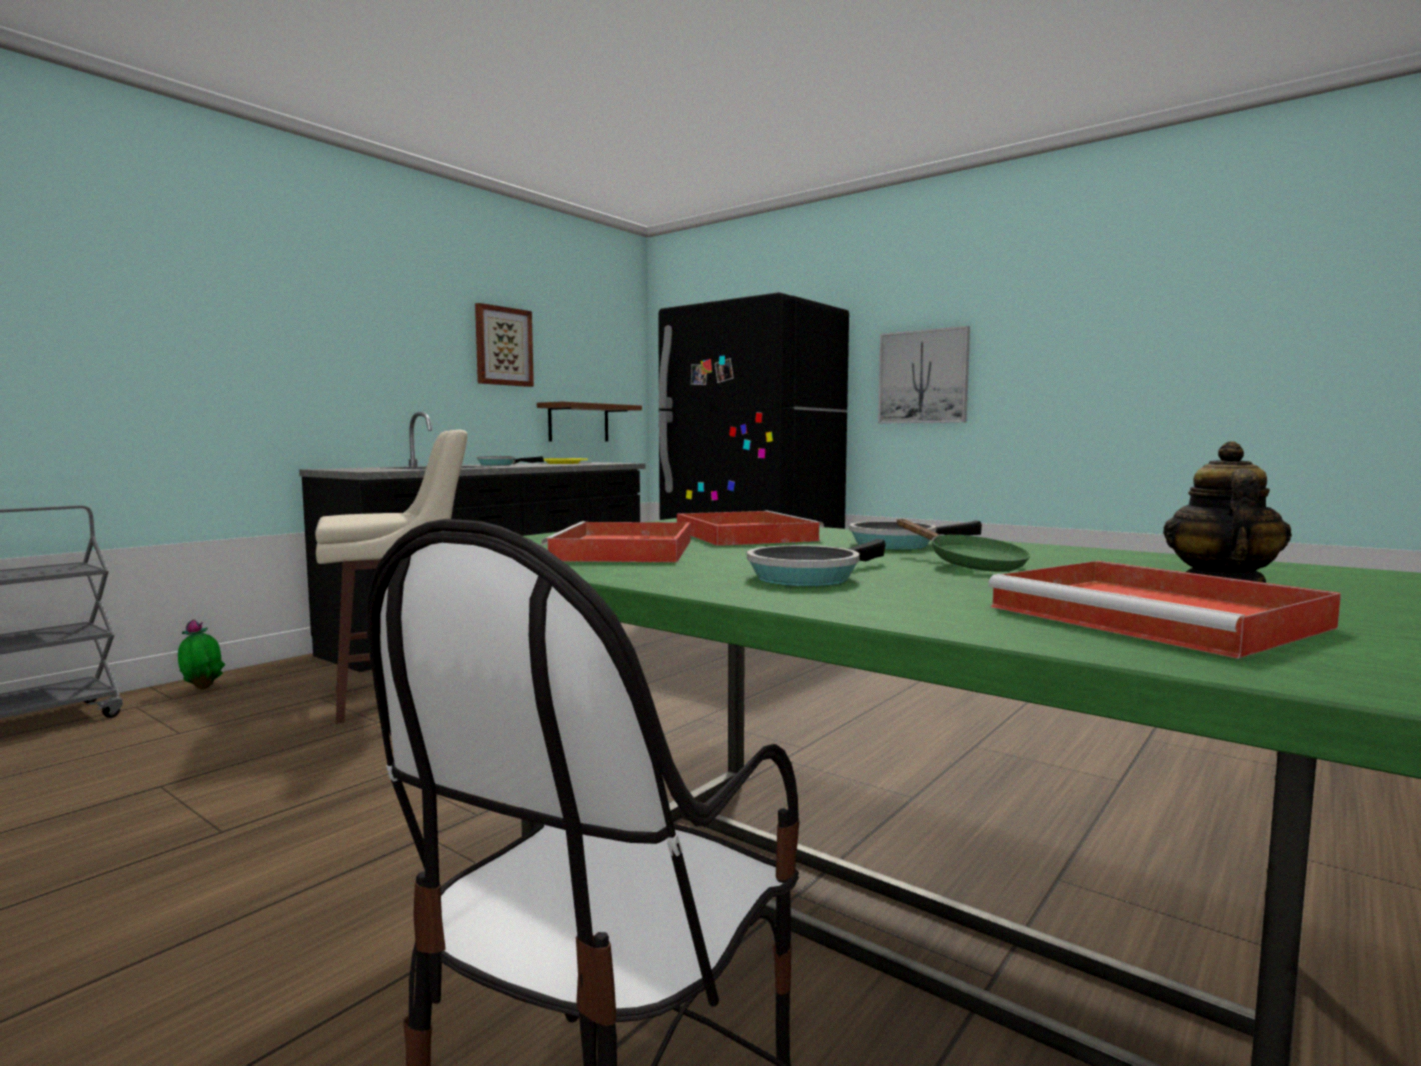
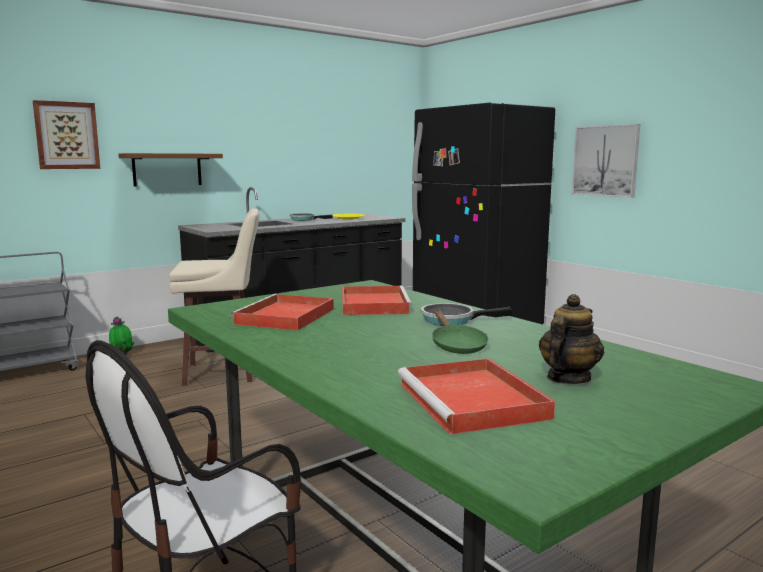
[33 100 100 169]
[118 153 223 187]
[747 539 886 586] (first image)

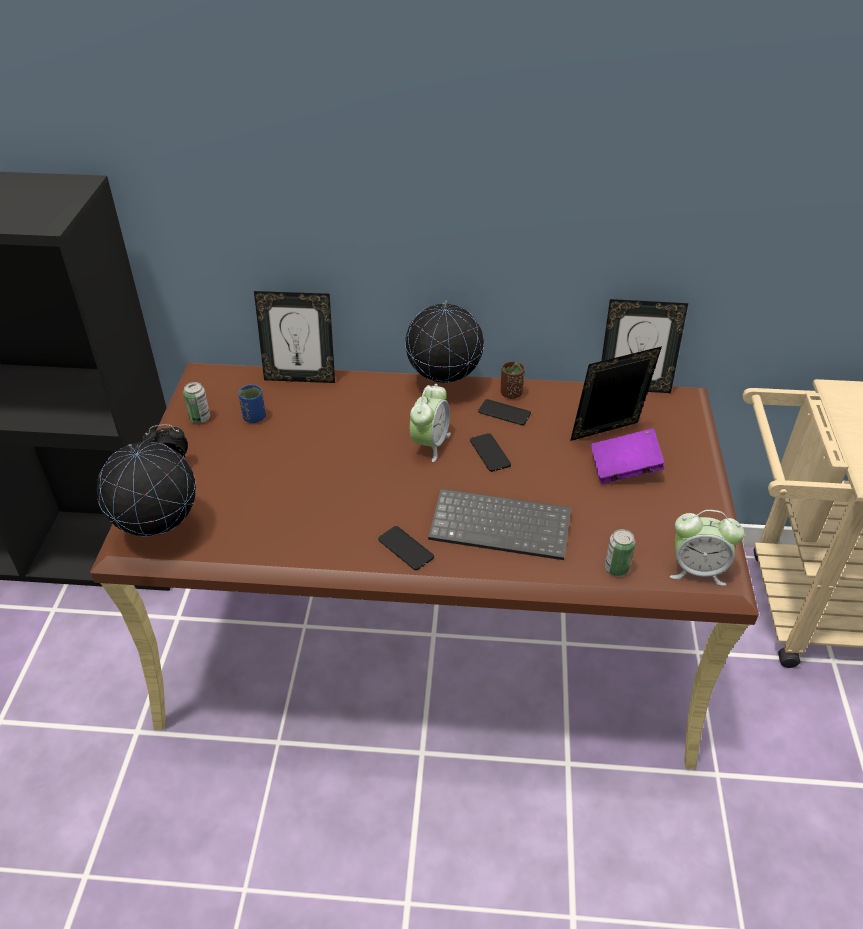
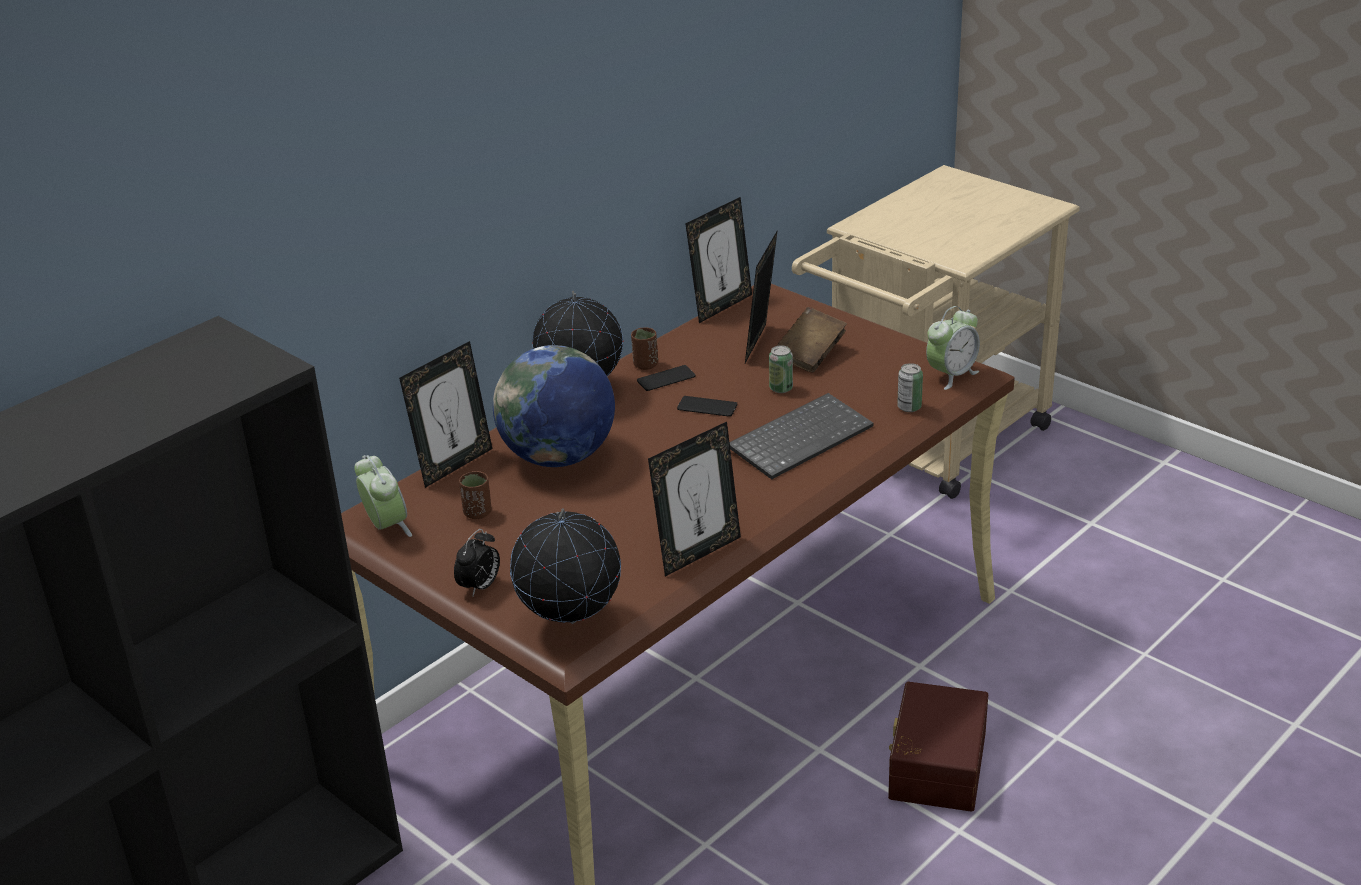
[769 345 793 393]
[459 471 492 519]
[378 526 434 570] (first image)
[354 455 412 537]
[777 307 847 373]
[493 345 615 467]
[648 422 741 576]
[888 682 988 812]

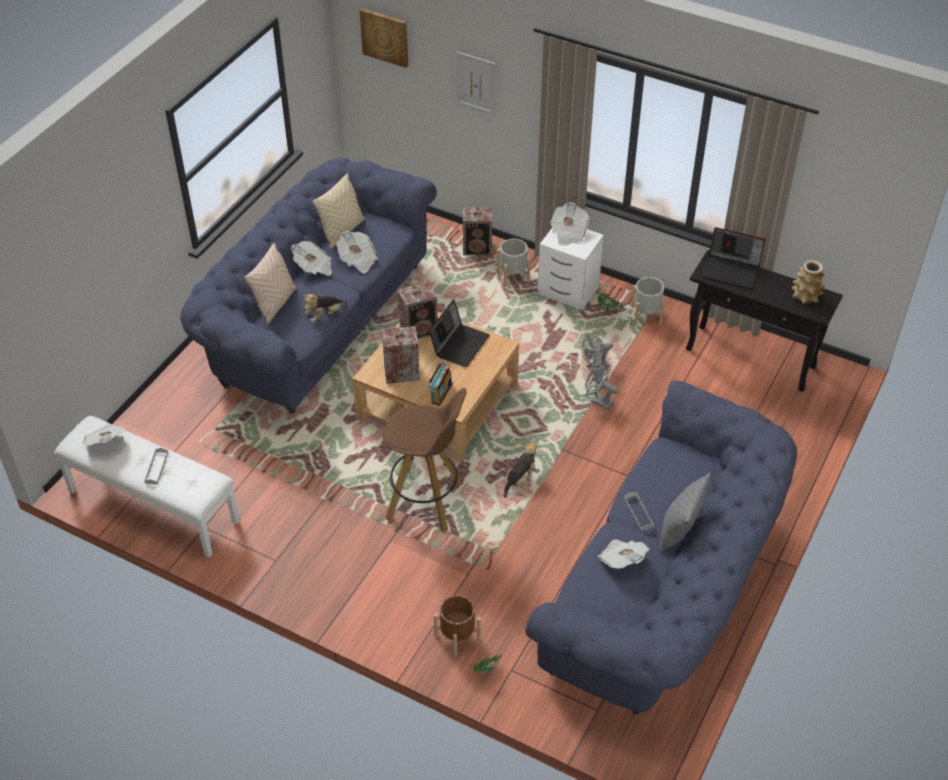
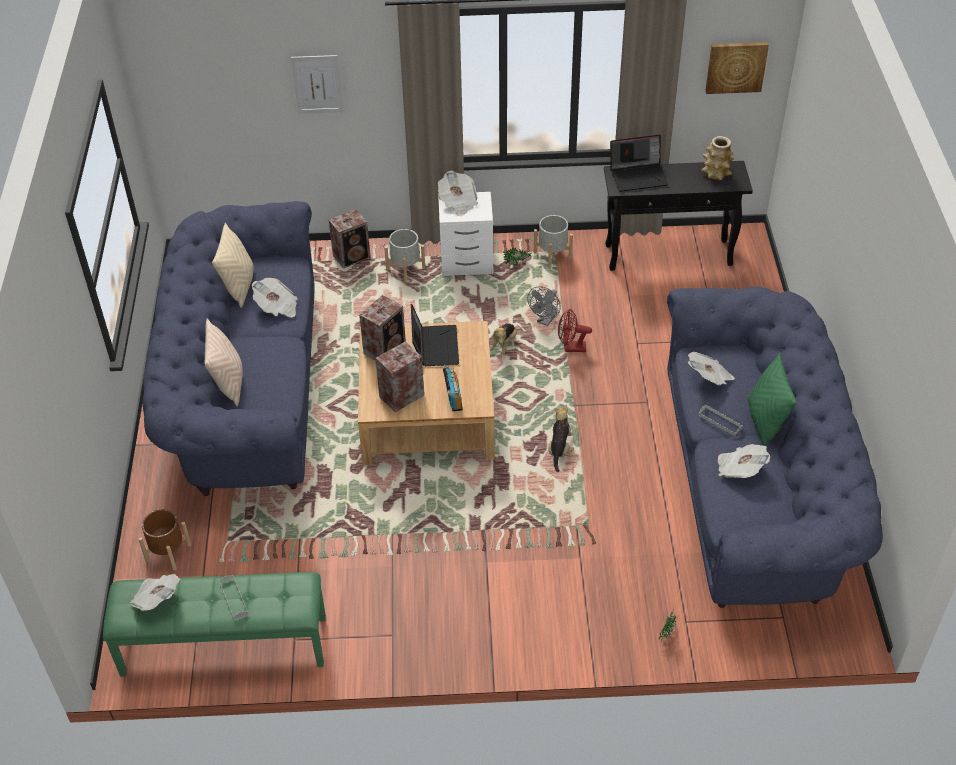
[103 572 326 676]
[688 352 735 385]
[489 323 517 355]
[705 42 769 94]
[383 388 467 532] (first image)
[138 509 191 571]
[558 309 592 352]
[748 353 797 446]

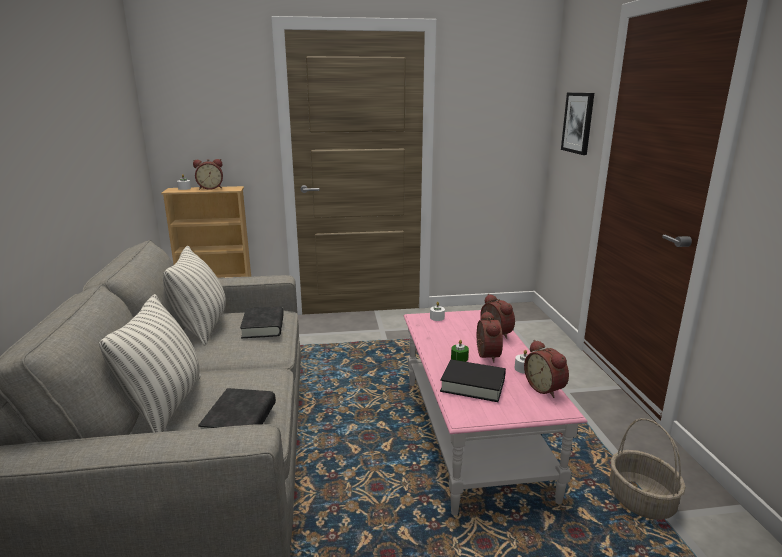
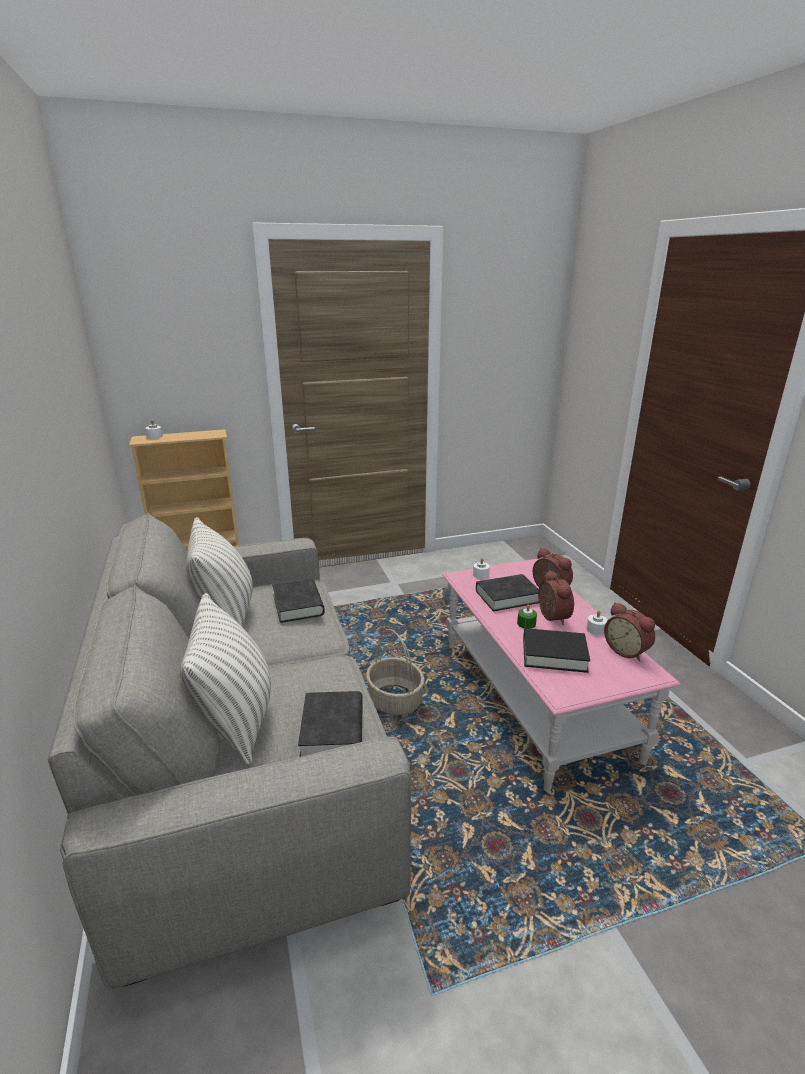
[193 159 223 190] (first image)
[561 93 594 155] (first image)
[366 629 425 715]
[476 574 539 611]

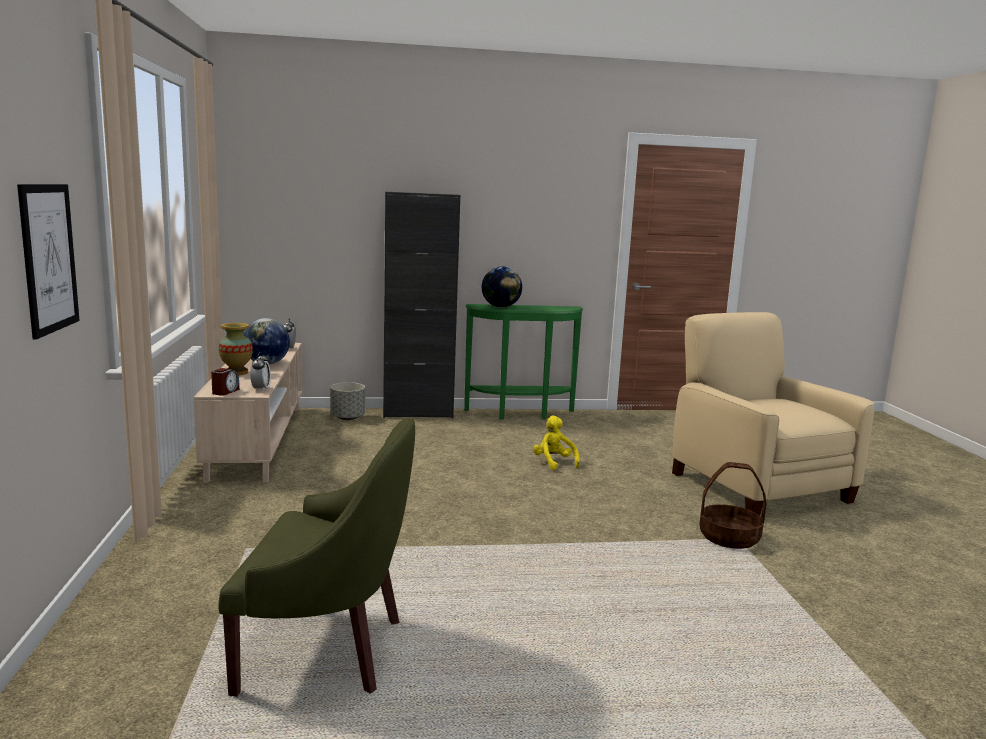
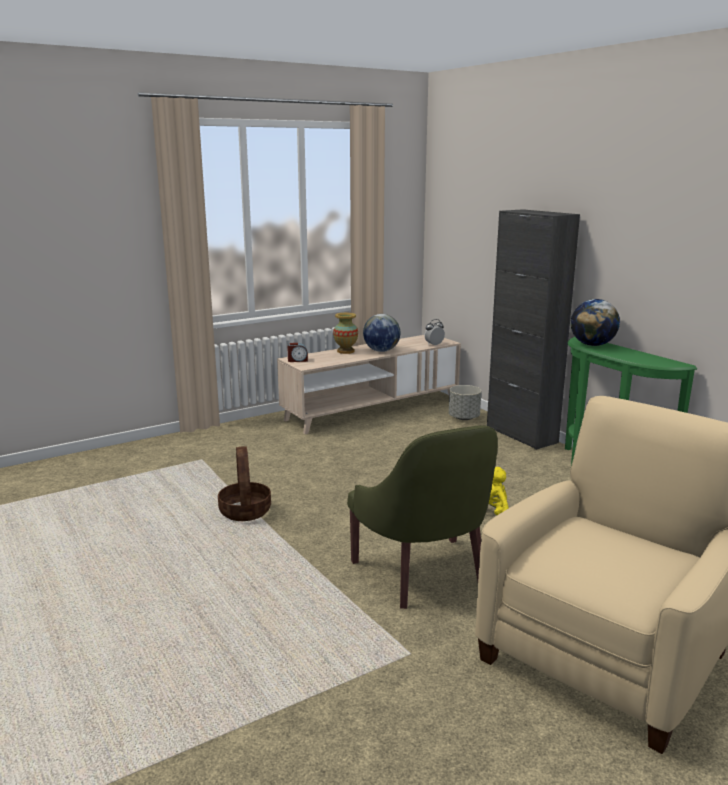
[17 184 80 339] (first image)
[347 425 498 609]
[250 352 271 392] (first image)
[218 446 271 521]

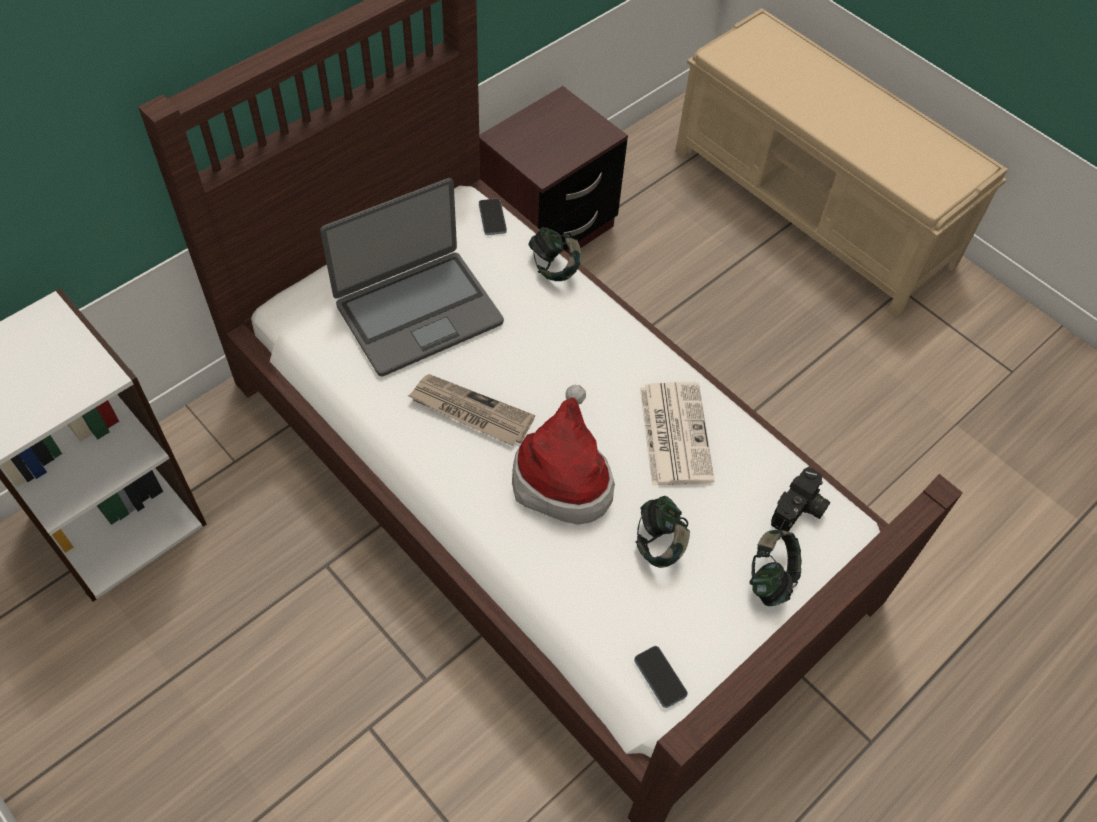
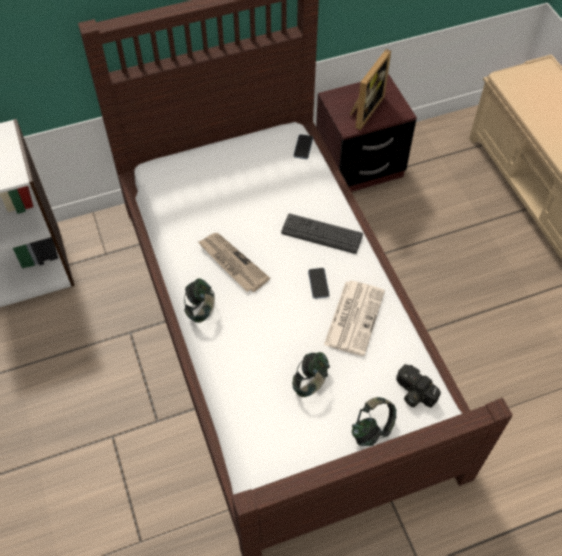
[320 178 504 376] (first image)
[512 385 615 525] (first image)
[184 278 215 323]
[308 268 329 299]
[396 364 441 408]
[281 214 363 254]
[350 49 391 130]

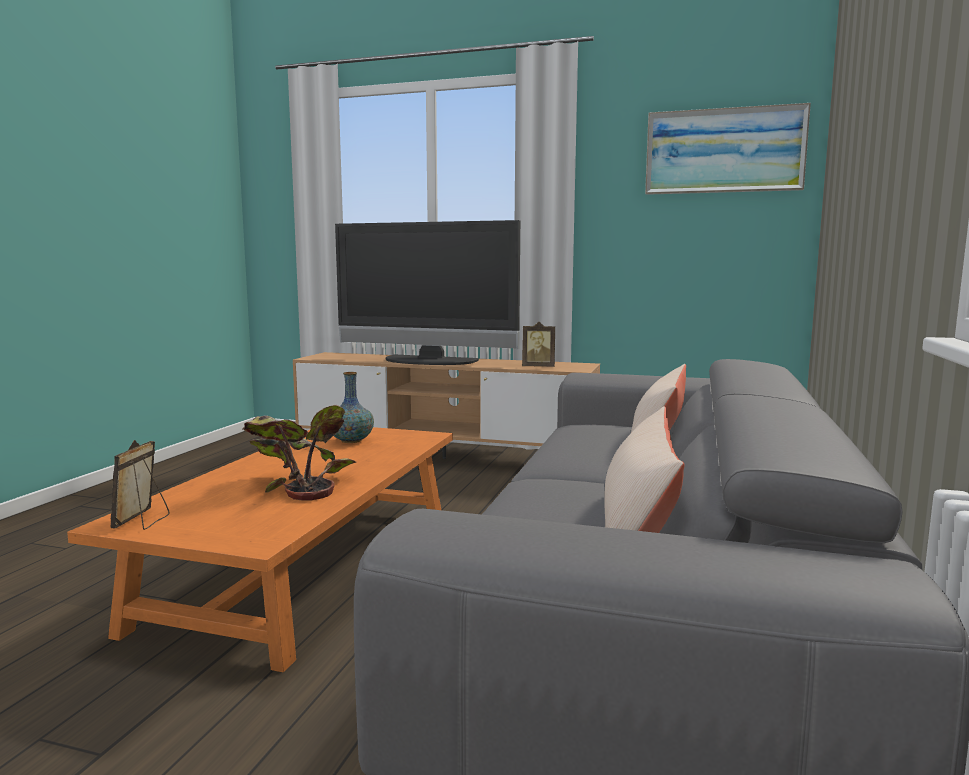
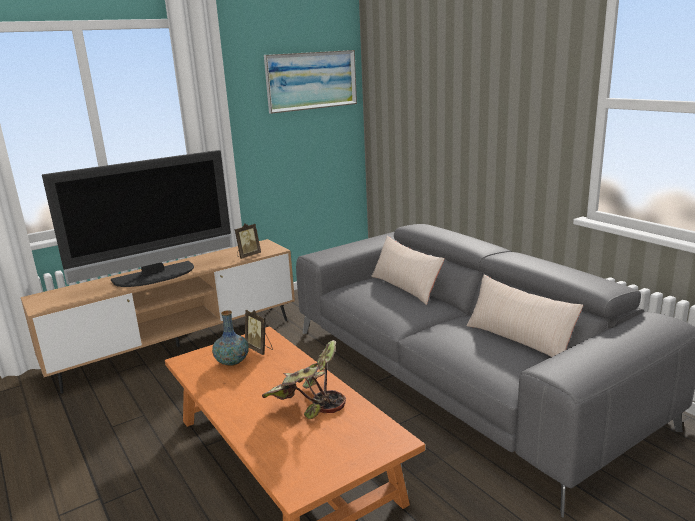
[245 310 273 355]

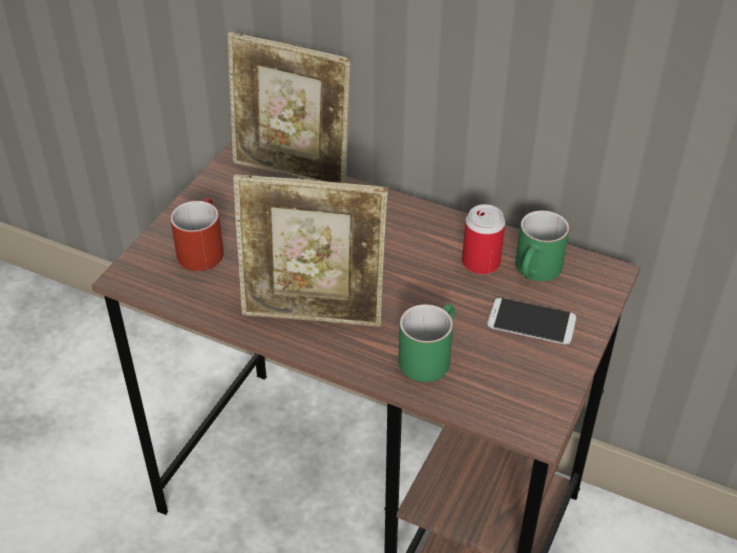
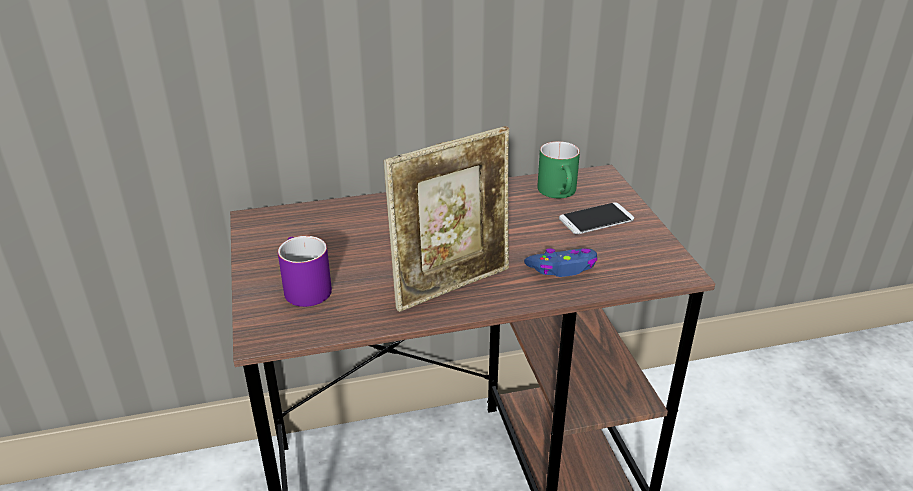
[278 236 332 307]
[228 32 351 183] (first image)
[524 248 597 277]
[462 204 506 275] (first image)

